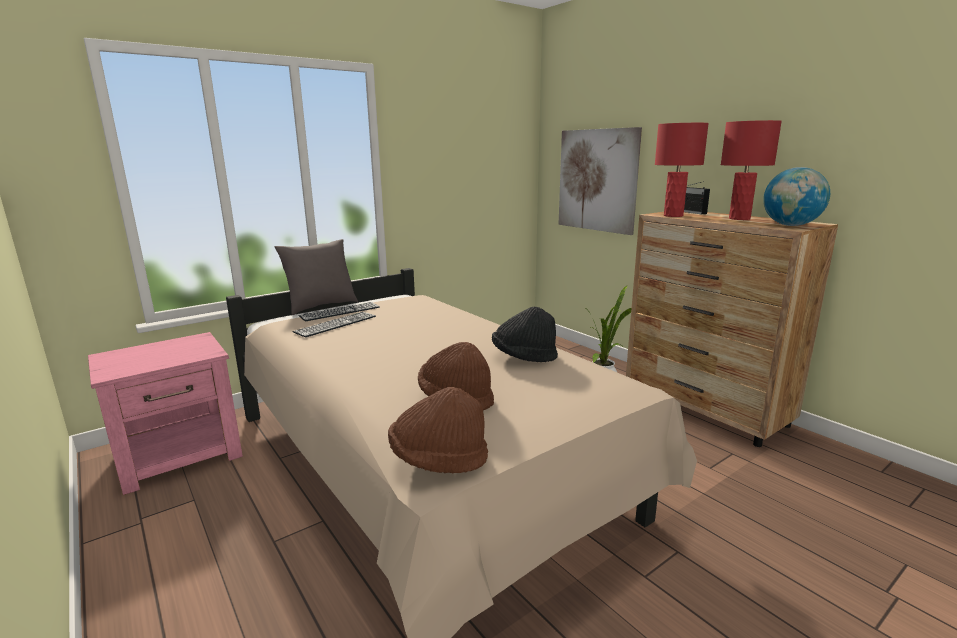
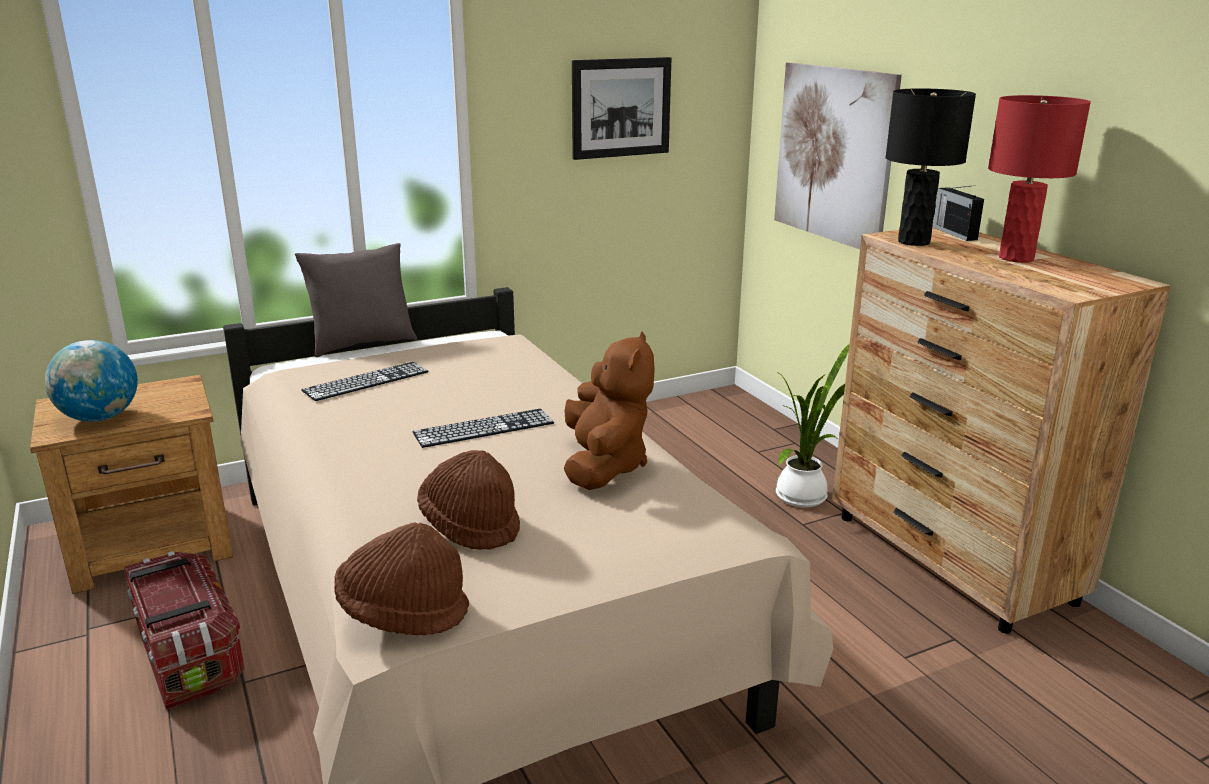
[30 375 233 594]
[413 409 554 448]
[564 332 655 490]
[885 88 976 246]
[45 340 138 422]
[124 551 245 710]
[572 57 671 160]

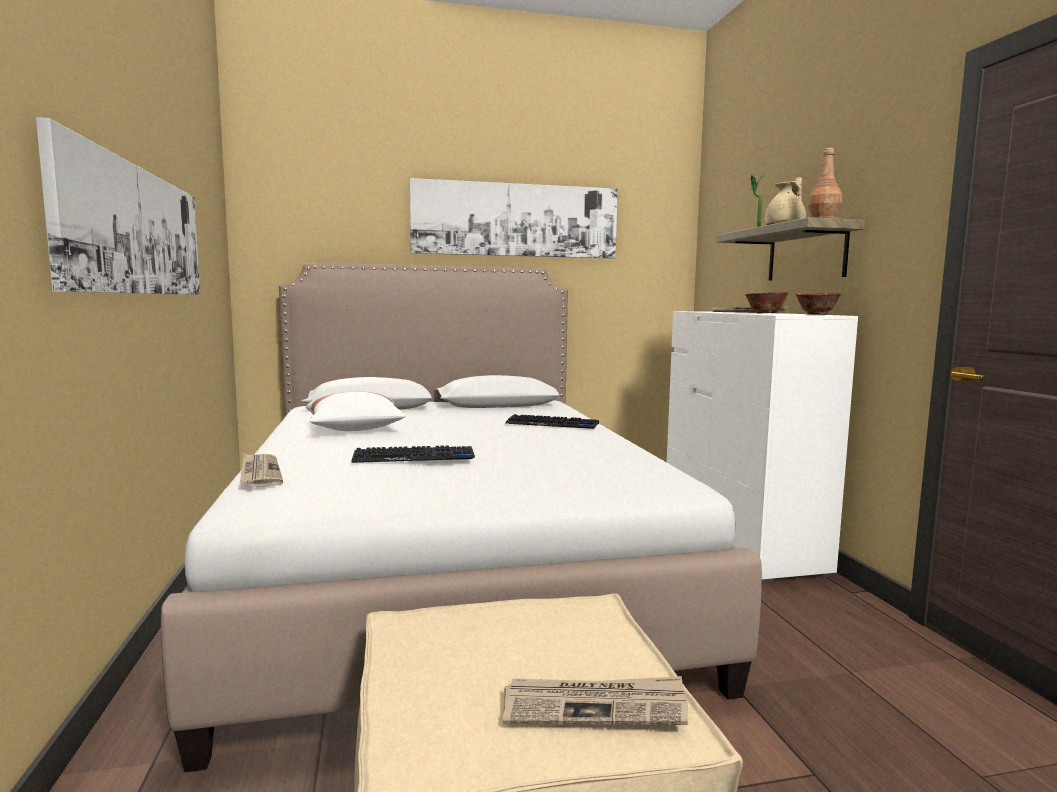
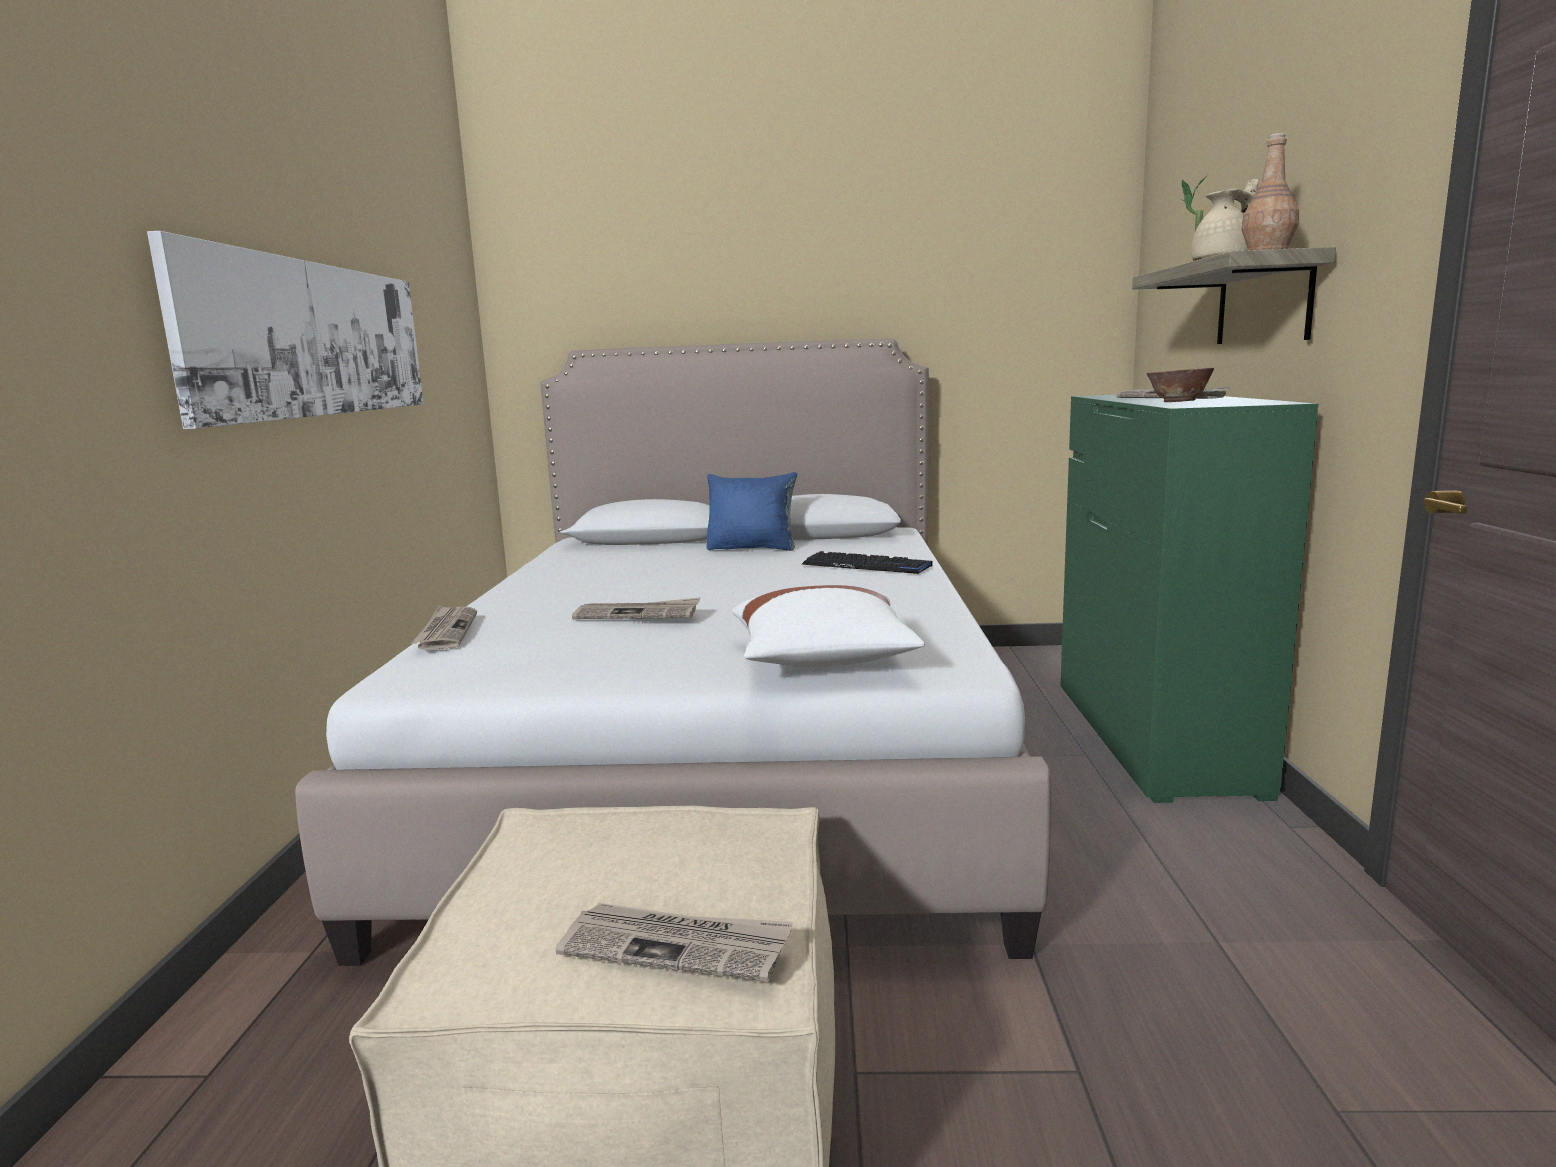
[732 585 925 667]
[572 597 701 619]
[410 178 618 259] (first image)
[1060 395 1318 803]
[795 292 841 315] (first image)
[706 472 797 551]

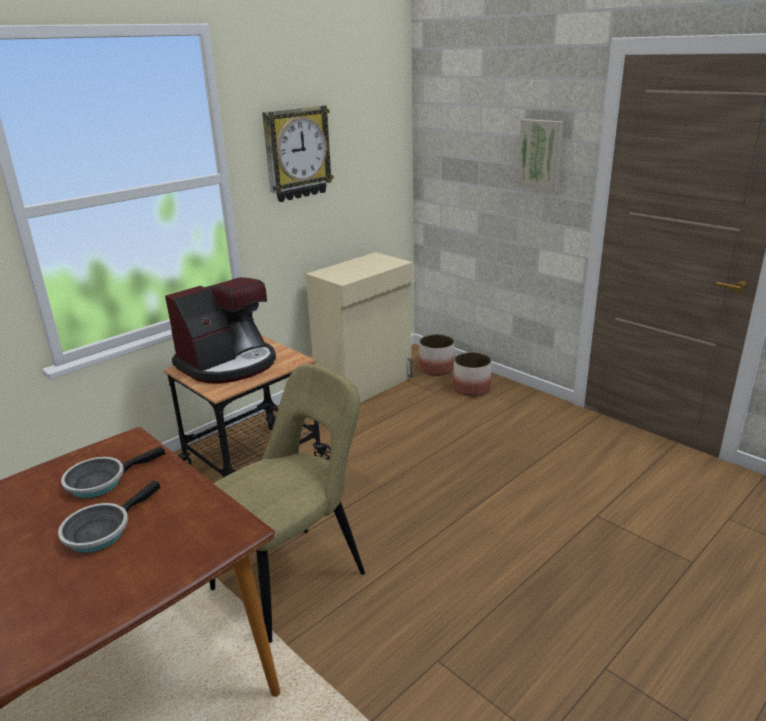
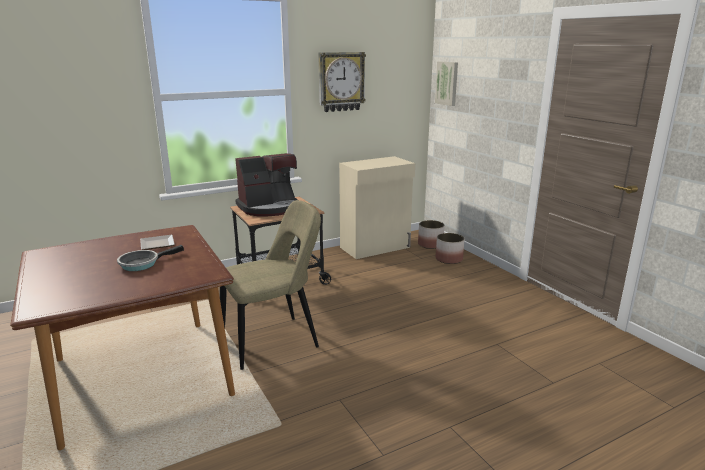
[140 235 175 250]
[435 62 458 106]

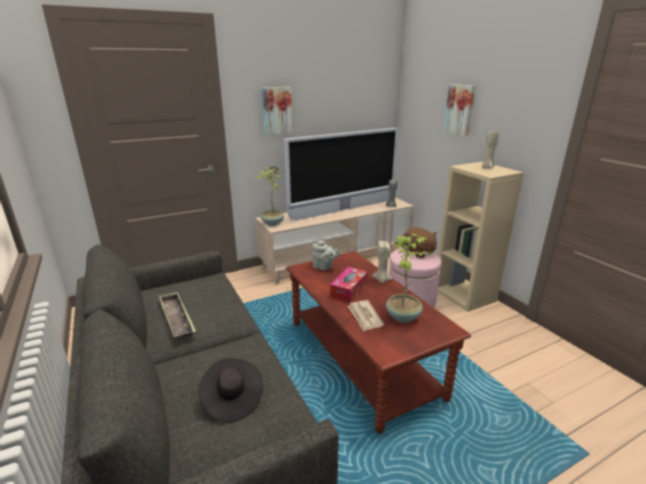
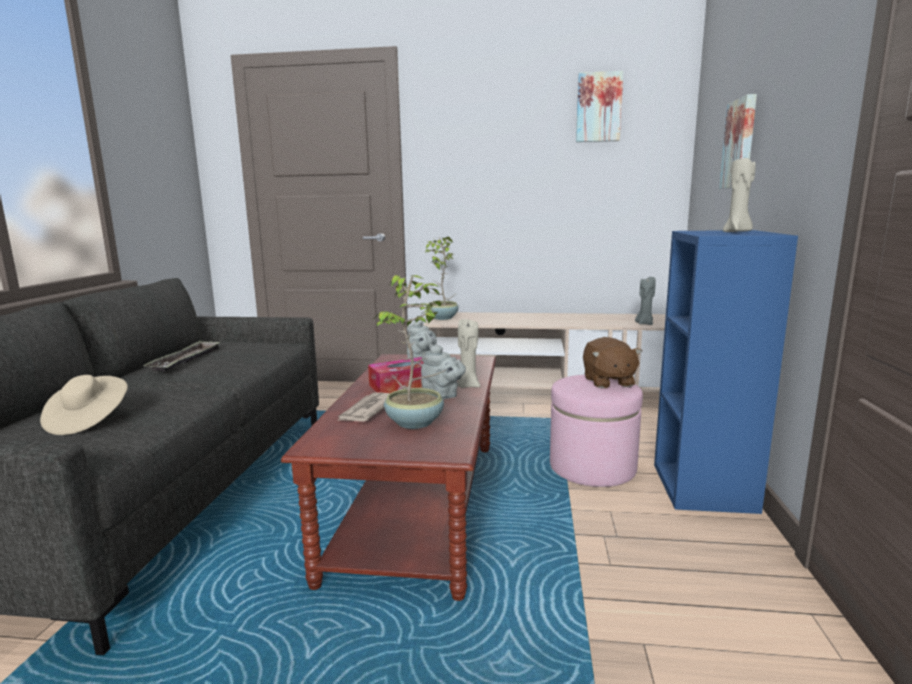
[40 375 128 435]
[576 71 623 142]
[284 128 398 220] (first image)
[654 230 798 514]
[421 344 466 399]

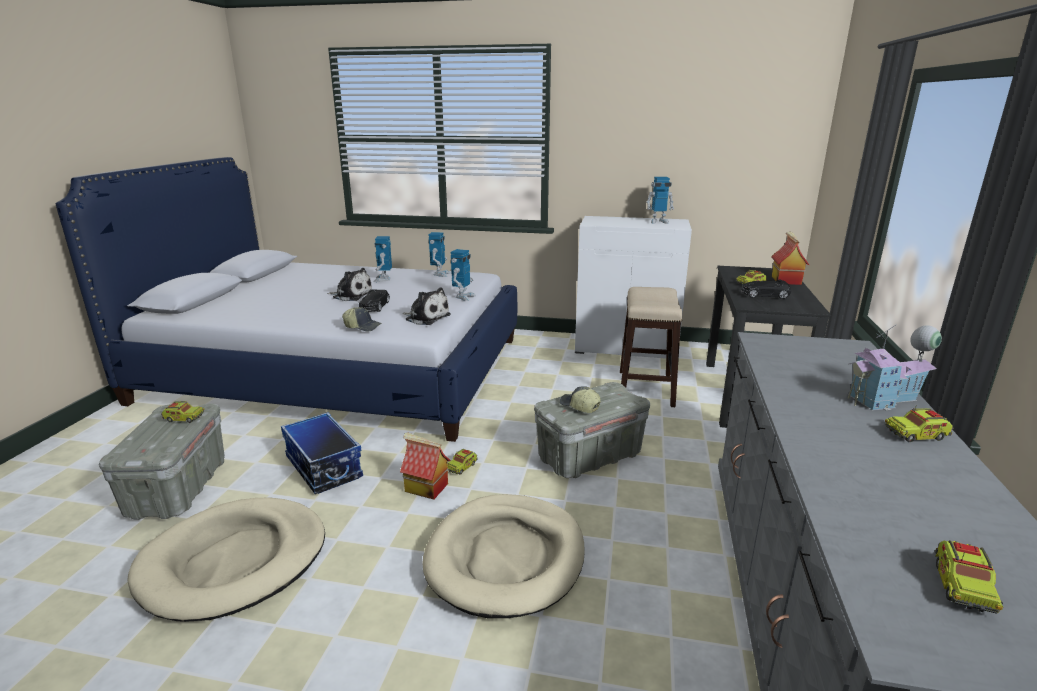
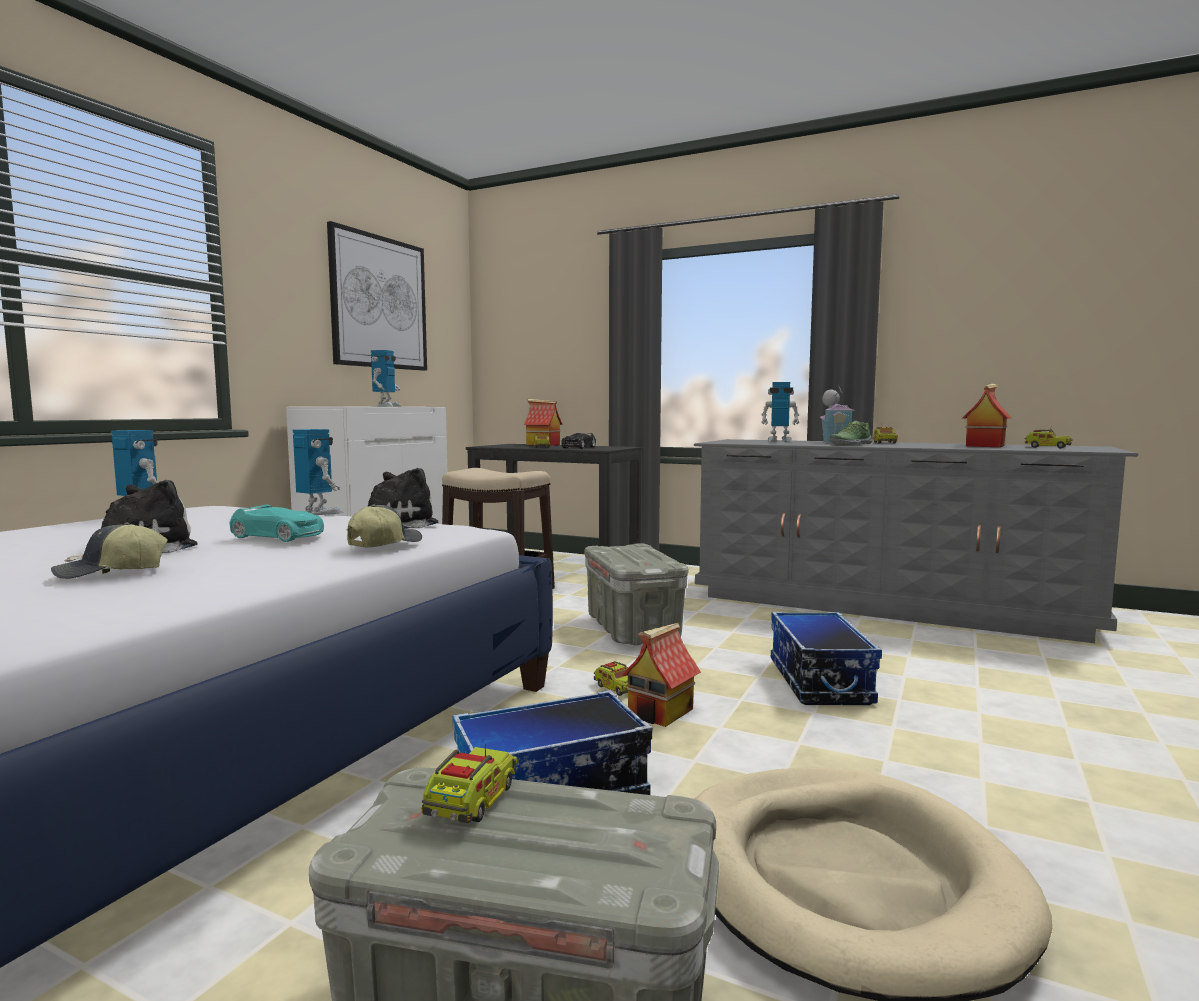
[229 505 324 542]
[761 382 799 442]
[771 612 882 705]
[51 523 168 579]
[327 221 427 371]
[830 421 872 445]
[962 383 1011 447]

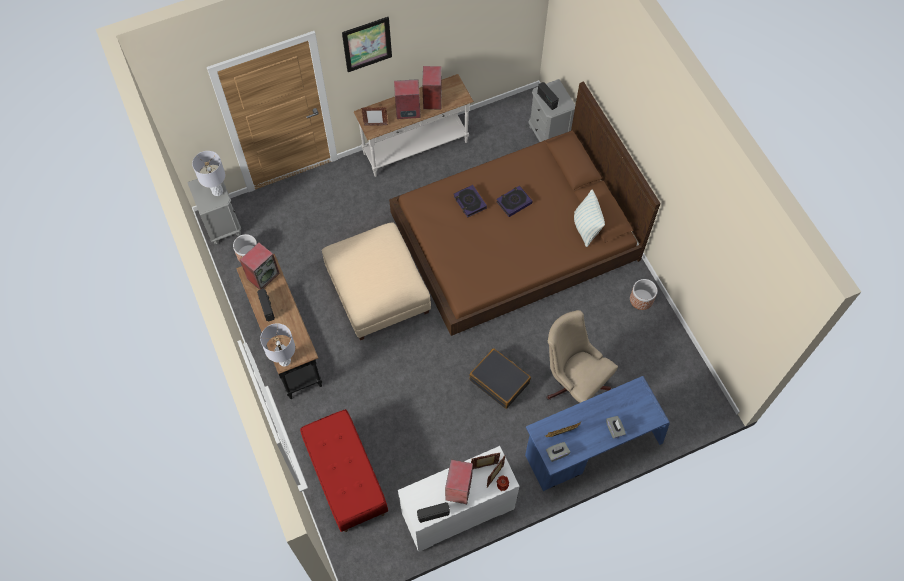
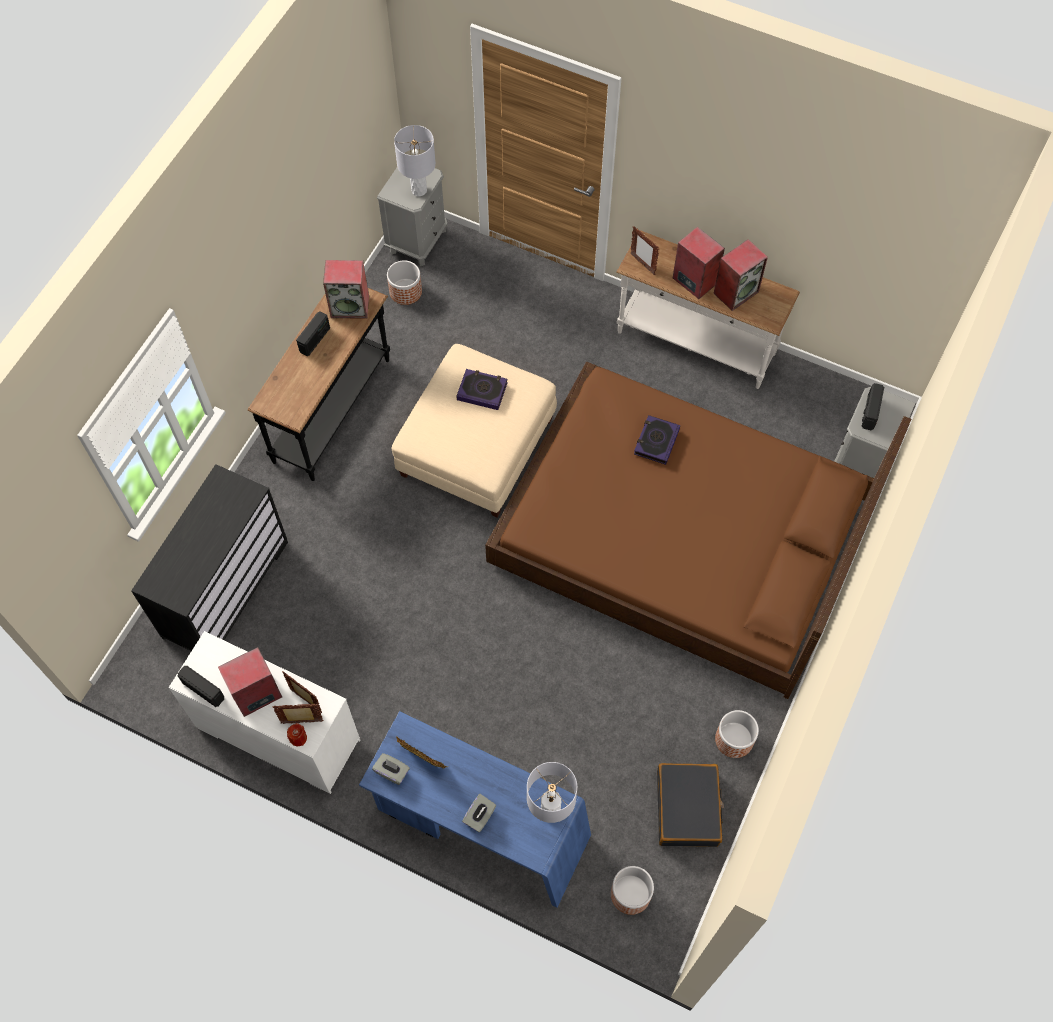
[527 762 577 823]
[131 464 288 651]
[342 17 392 72] (first image)
[657 763 724 847]
[456 369 508 410]
[546 310 618 403] (first image)
[574 190 605 247] (first image)
[611 866 654 915]

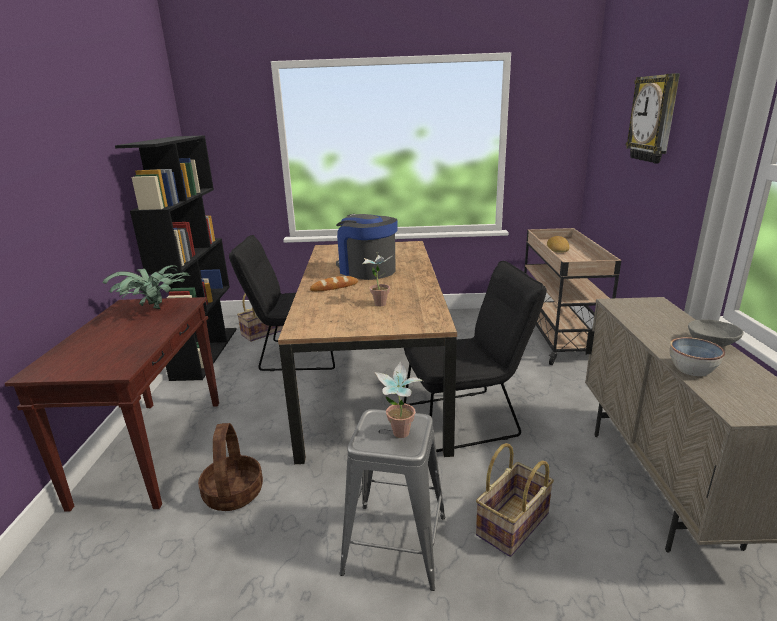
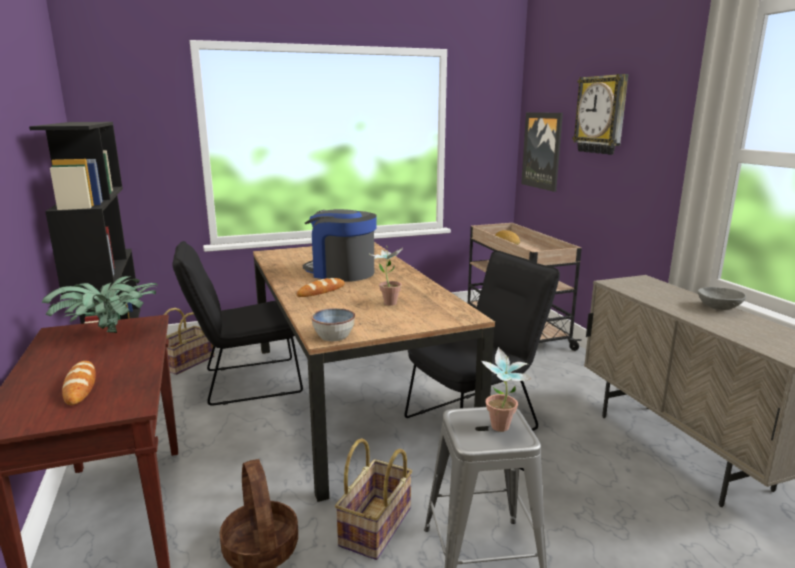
[335 438 412 560]
[311 308 355 341]
[62 361 96 405]
[521 112 563 192]

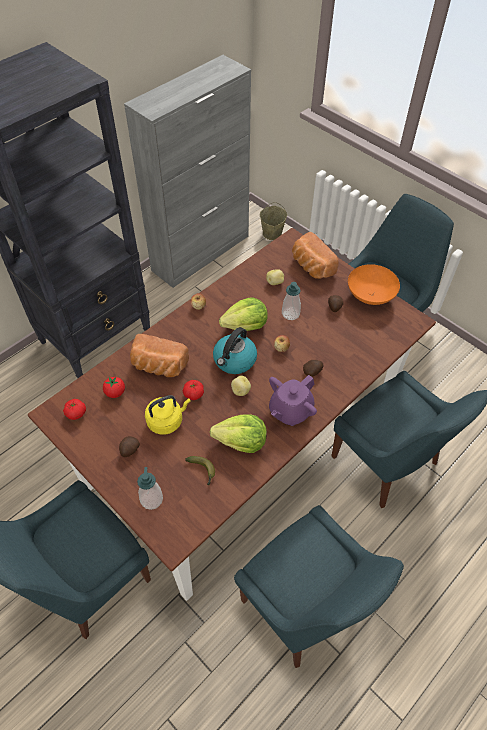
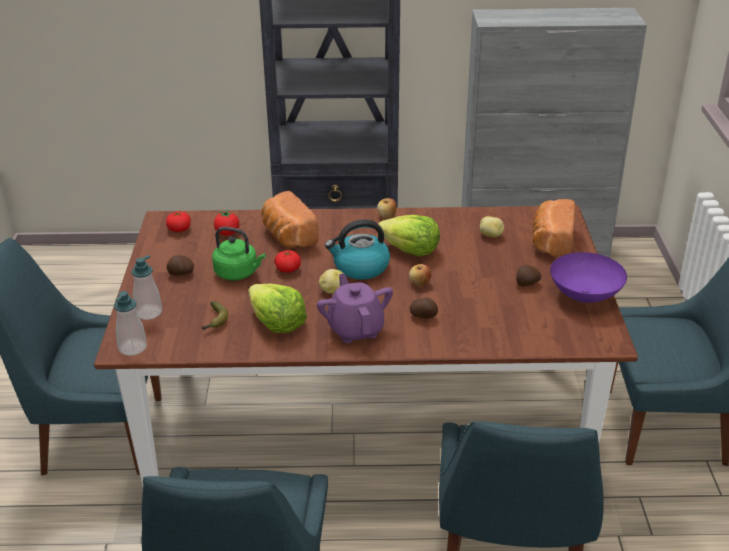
[212 227 266 281]
[260 202 287 240] (first image)
[317 273 393 343]
[114 291 147 356]
[550 252 627 303]

